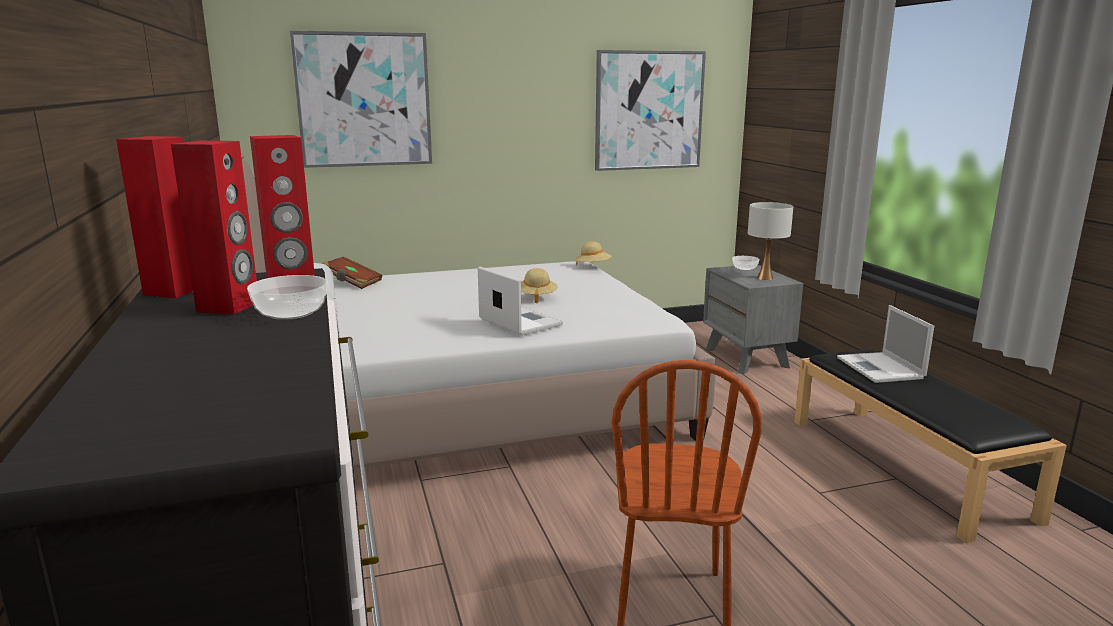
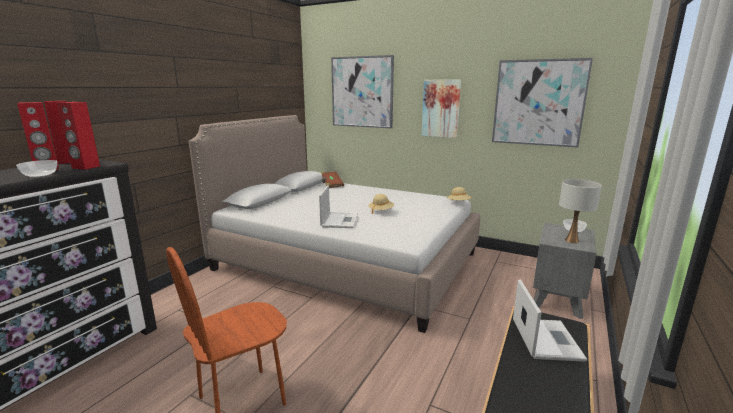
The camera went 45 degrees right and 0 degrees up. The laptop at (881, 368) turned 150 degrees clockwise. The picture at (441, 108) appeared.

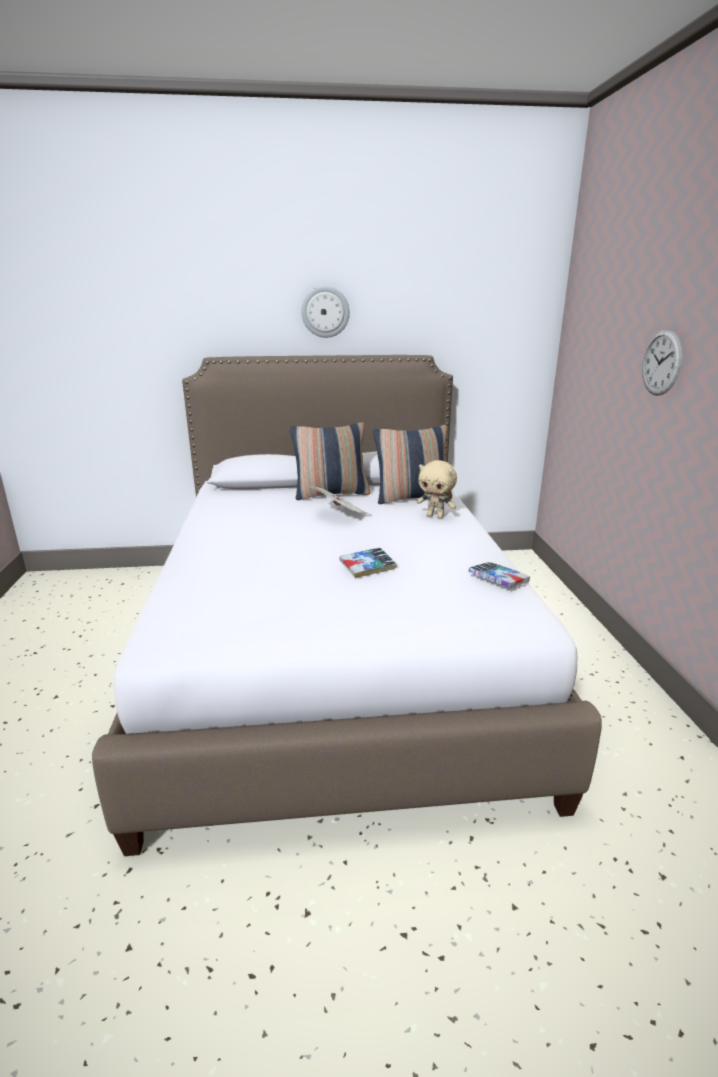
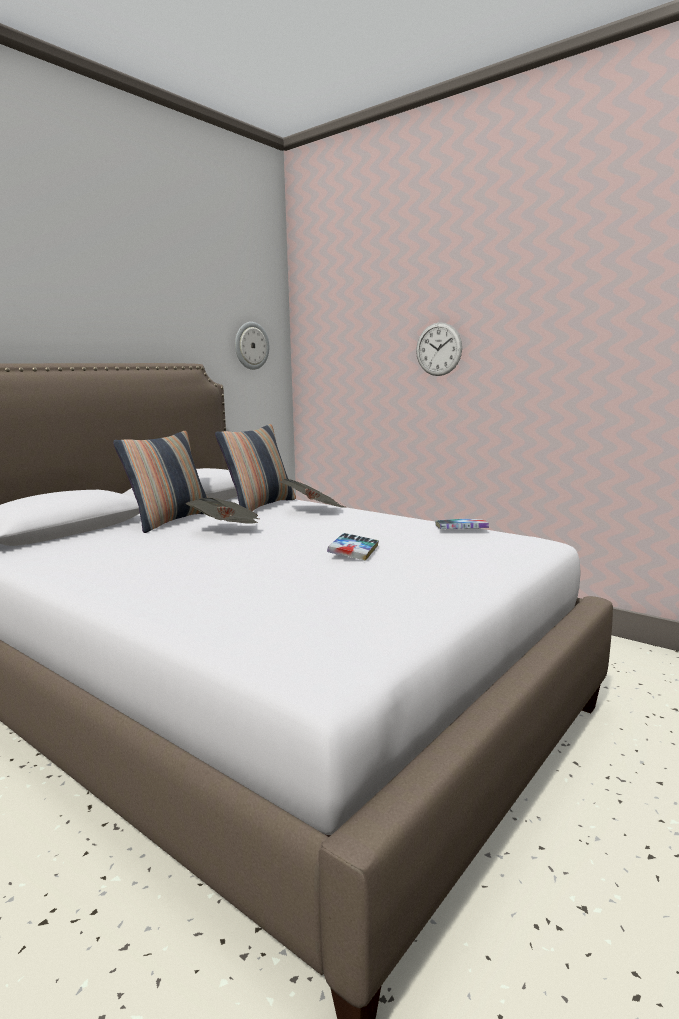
The camera went 45 degrees left and 10 degrees down. The wall clock moved from (325, 312) to (251, 346). The beige plush toy at (435, 516) was replaced by the newspaper at (314, 511).

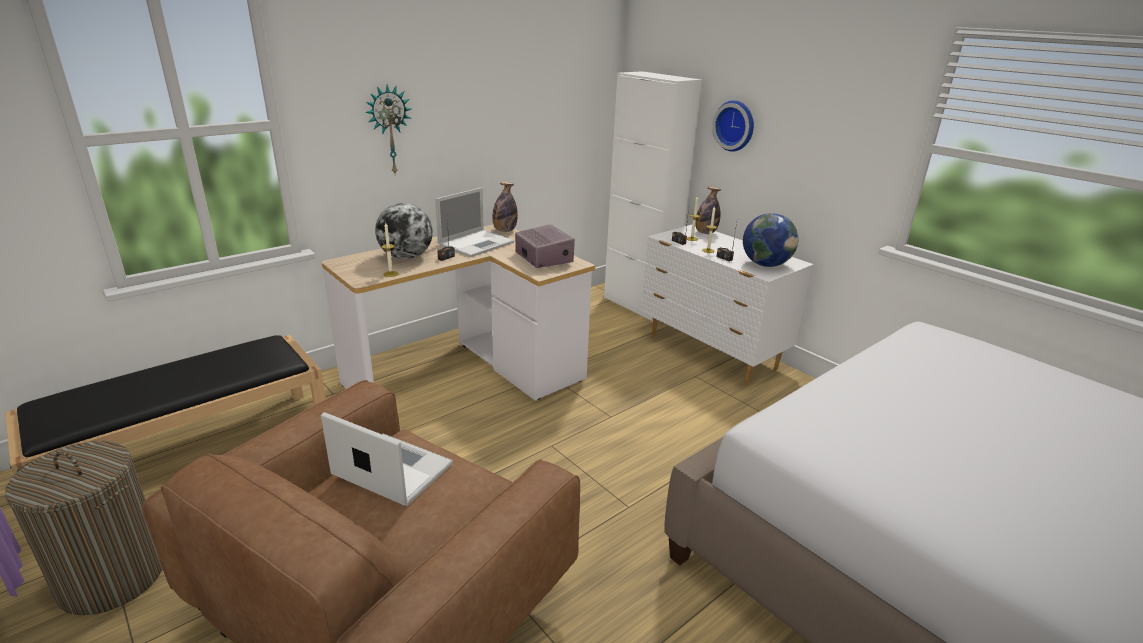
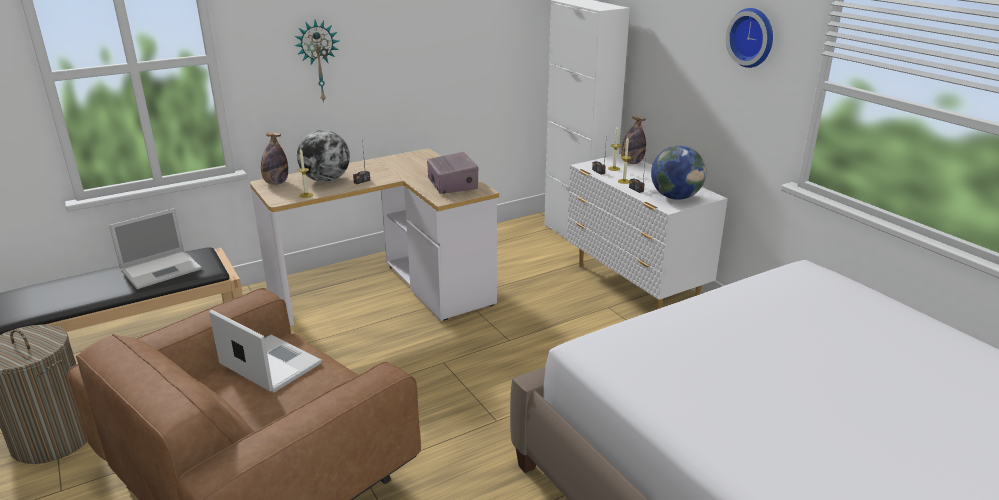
The camera went 10 degrees right and 0 degrees up. The wall clock moved from (735, 125) to (753, 37). The bottle moved from (504, 230) to (276, 183). The laptop moved from (477, 243) to (162, 269).

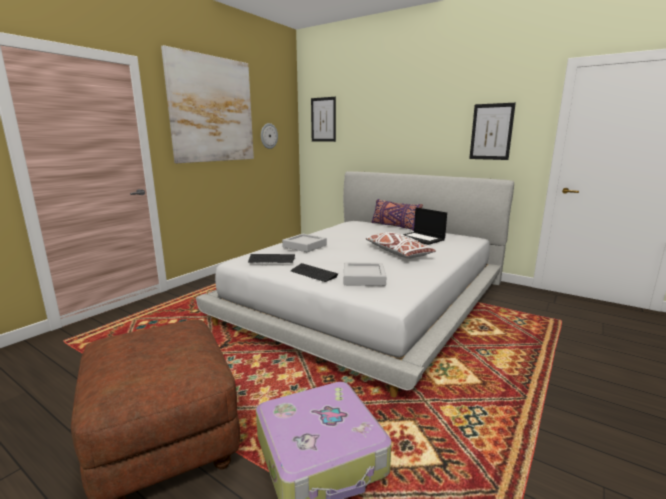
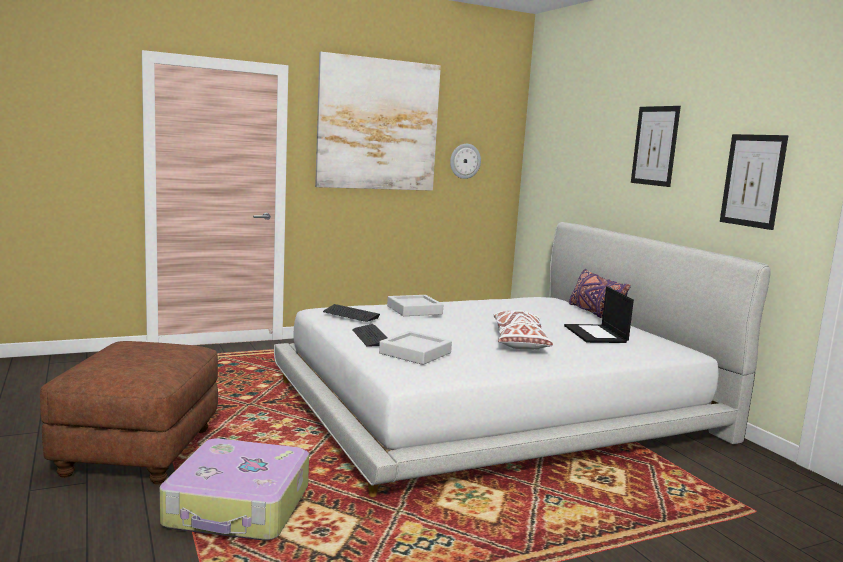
The camera went 30 degrees right and 5 degrees down. The picture moved from (323, 119) to (655, 146).

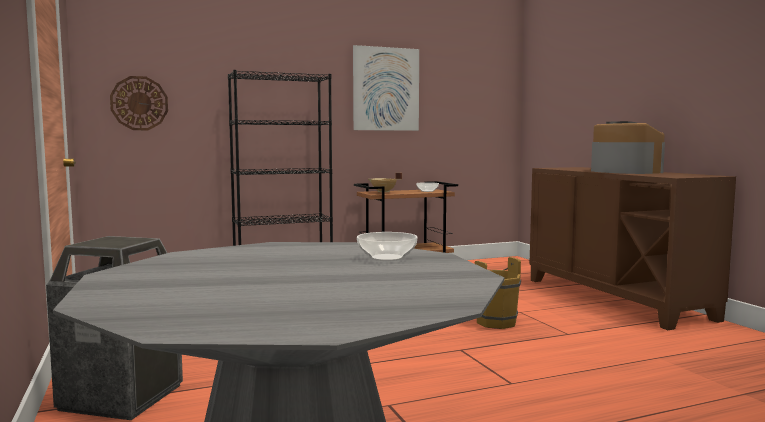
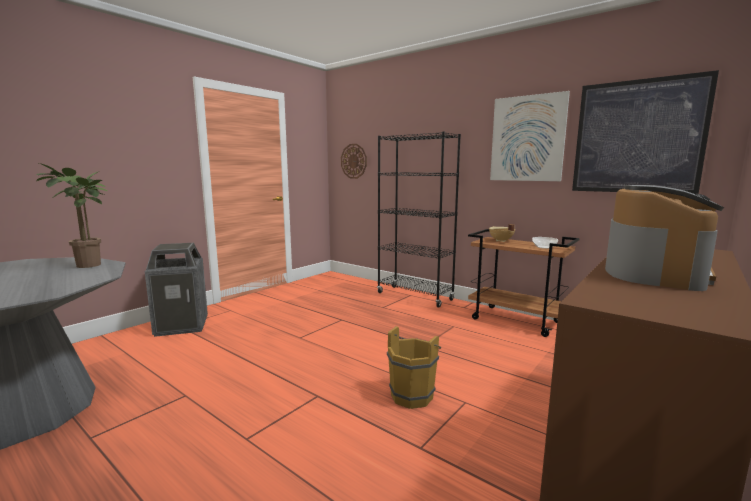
The camera went 60 degrees right and 5 degrees up. The bowl at (387, 258) disappeared. The picture at (637, 137) appeared. The potted plant at (88, 266) appeared.

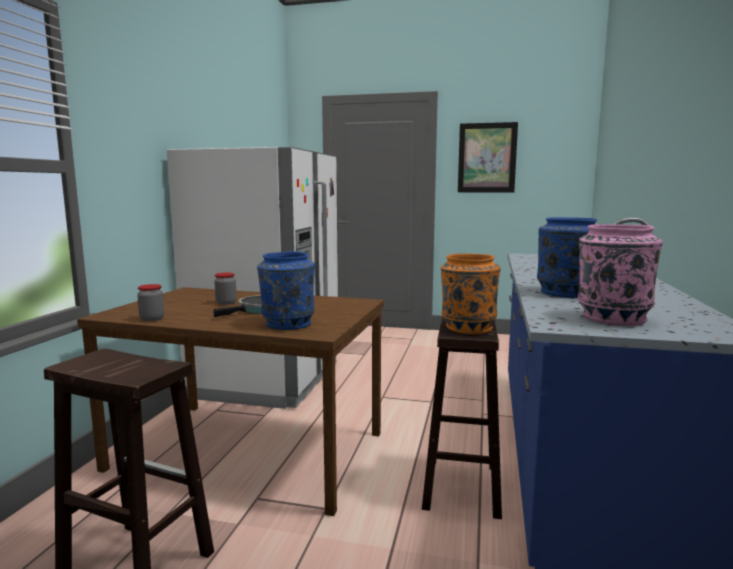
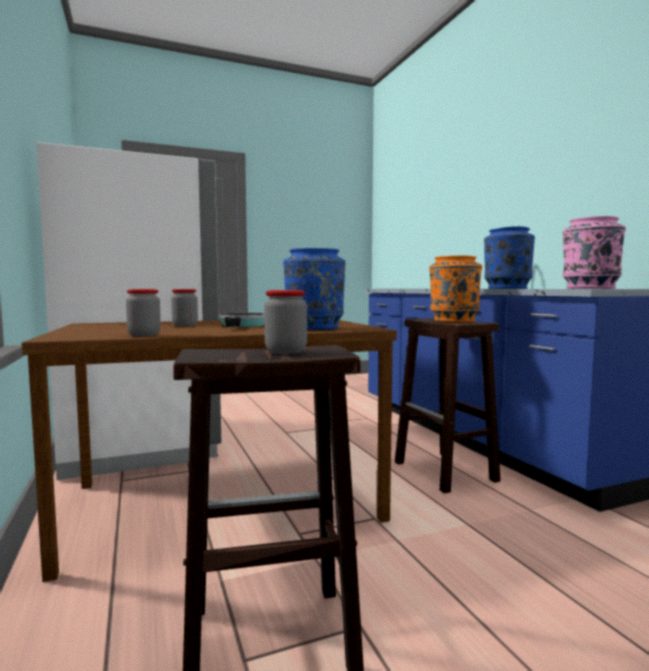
The camera went 35 degrees left and 5 degrees down. The picture at (487, 158) disappeared. The jar at (286, 351) appeared.

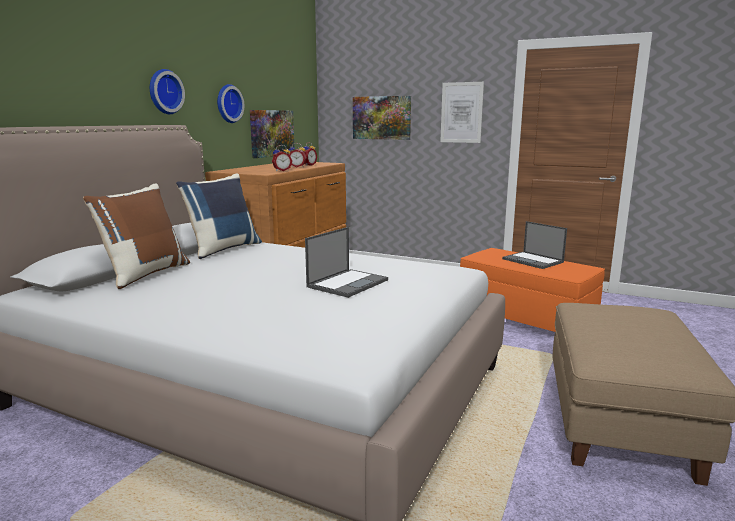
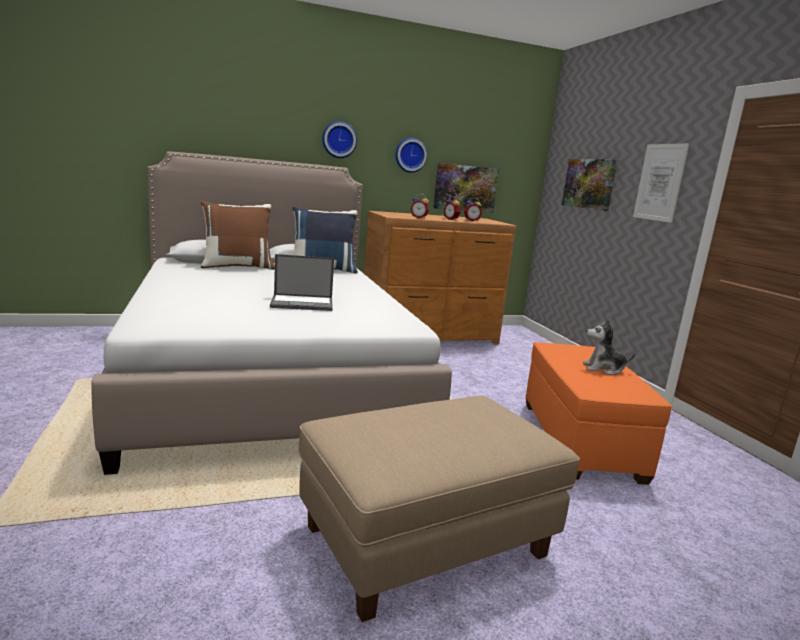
The camera went 45 degrees right and 0 degrees up. The laptop at (533, 261) was replaced by the plush toy at (603, 369).

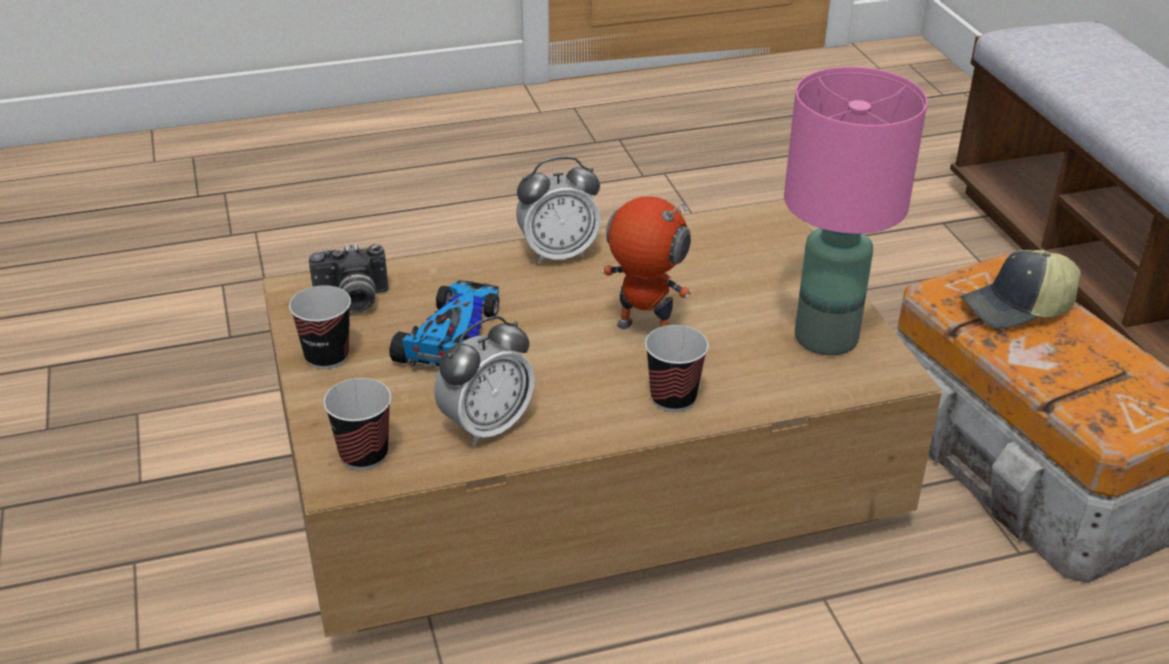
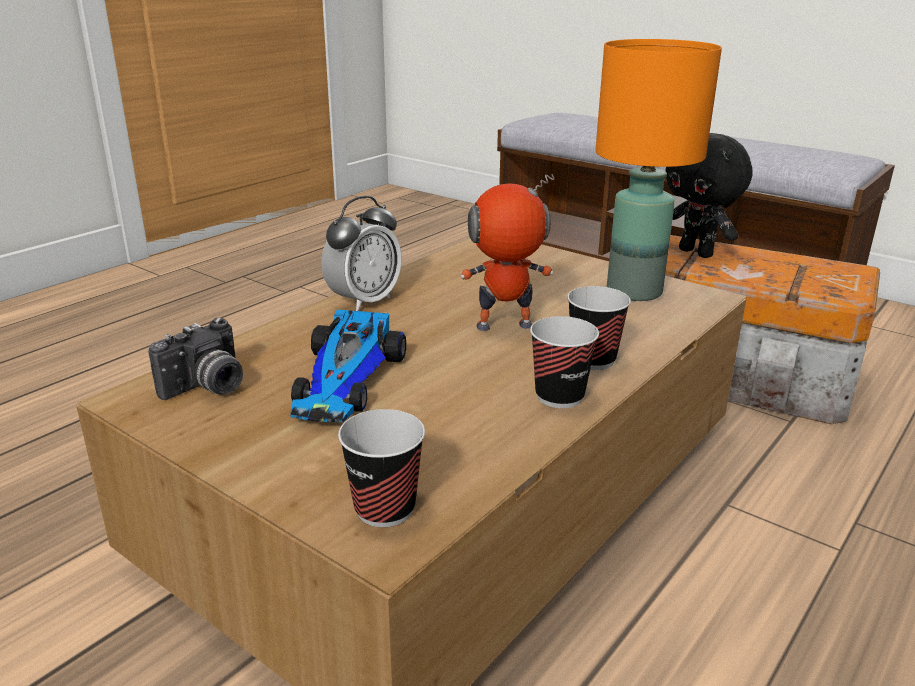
The camera went 35 degrees left and 10 degrees down. The pink table lamp at (828, 338) became the orange table lamp at (635, 291). The cap at (1018, 308) was replaced by the black plush toy at (697, 253). The toy car at (452, 336) turned 150 degrees counterclockwise. The cup moved from (327, 356) to (559, 396). The alarm clock at (486, 426) disappeared.

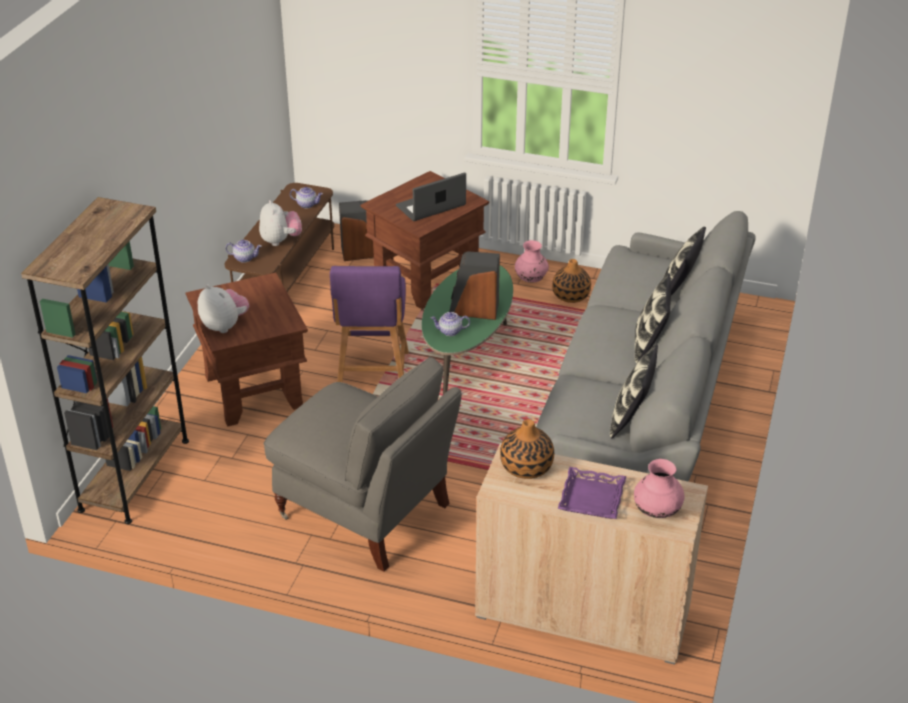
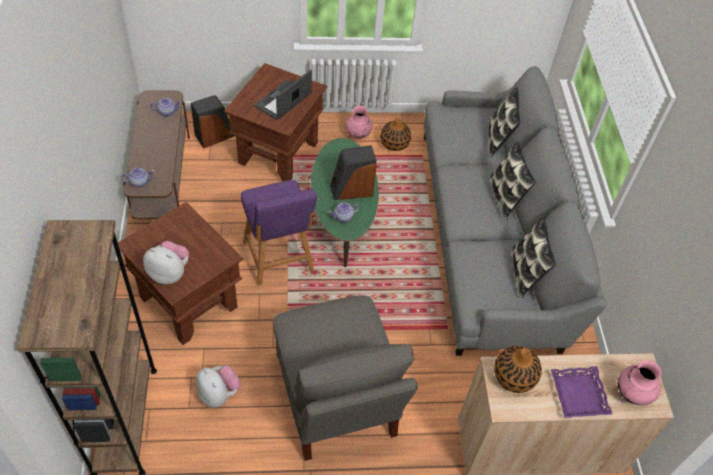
The camera went 25 degrees left and 15 degrees up. The plush toy moved from (280, 241) to (218, 394). The grey armchair at (366, 512) turned 60 degrees clockwise.

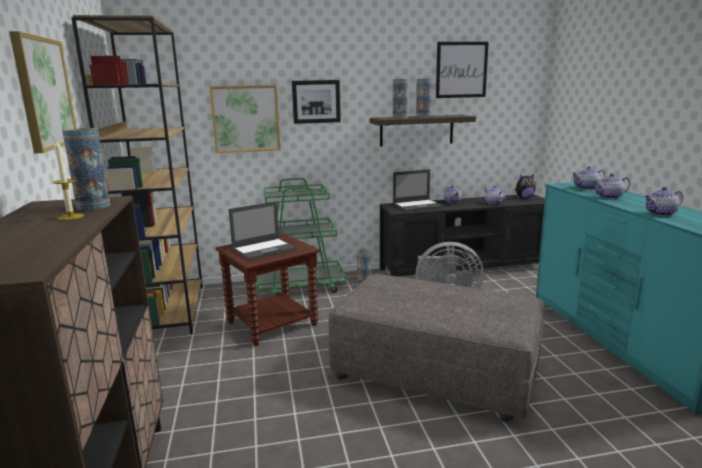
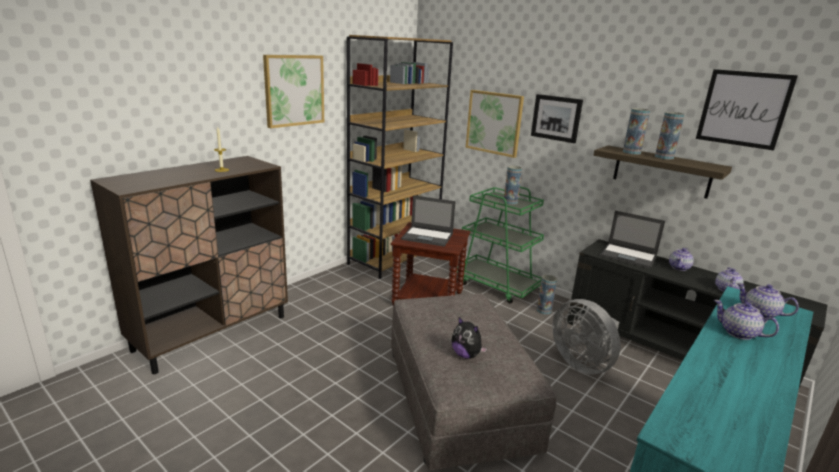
The camera went 50 degrees right and 5 degrees up. The vase moved from (93, 206) to (510, 202). The plush toy moved from (524, 197) to (466, 355). The teapot at (661, 213) disappeared.

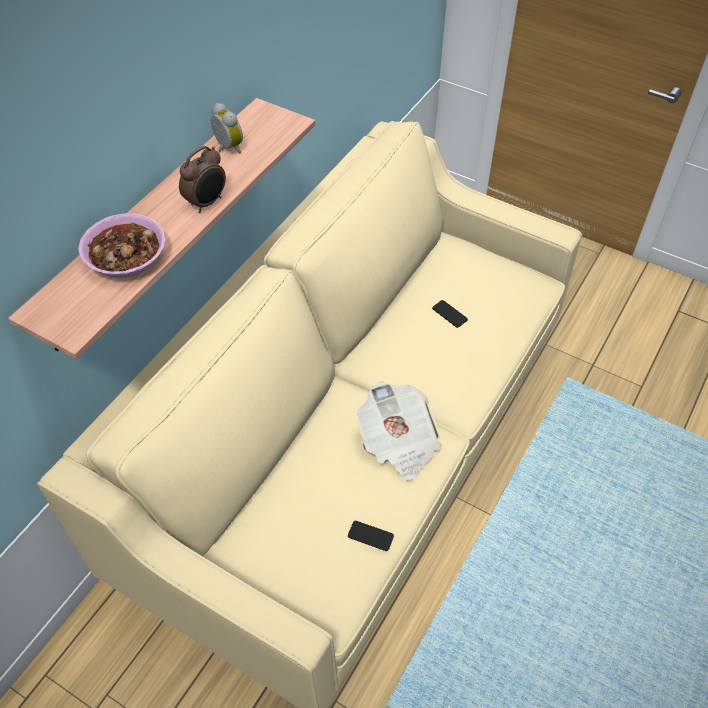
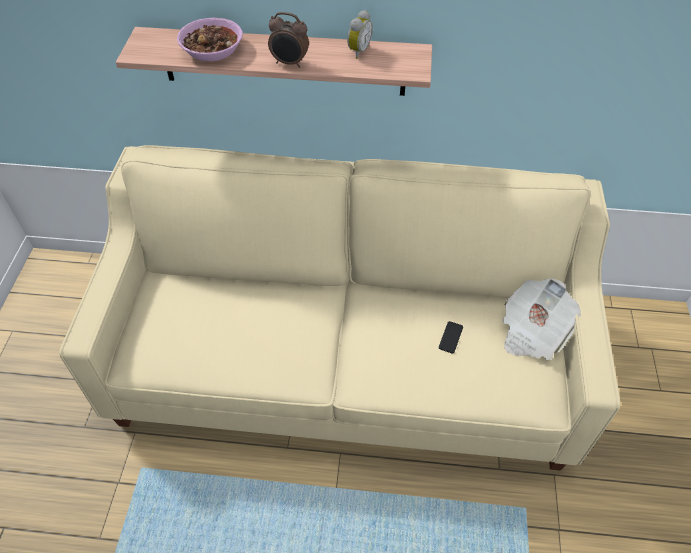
The camera went 65 degrees right and 0 degrees up. The newspaper moved from (398, 443) to (532, 331). The phone at (370, 536) disappeared.

